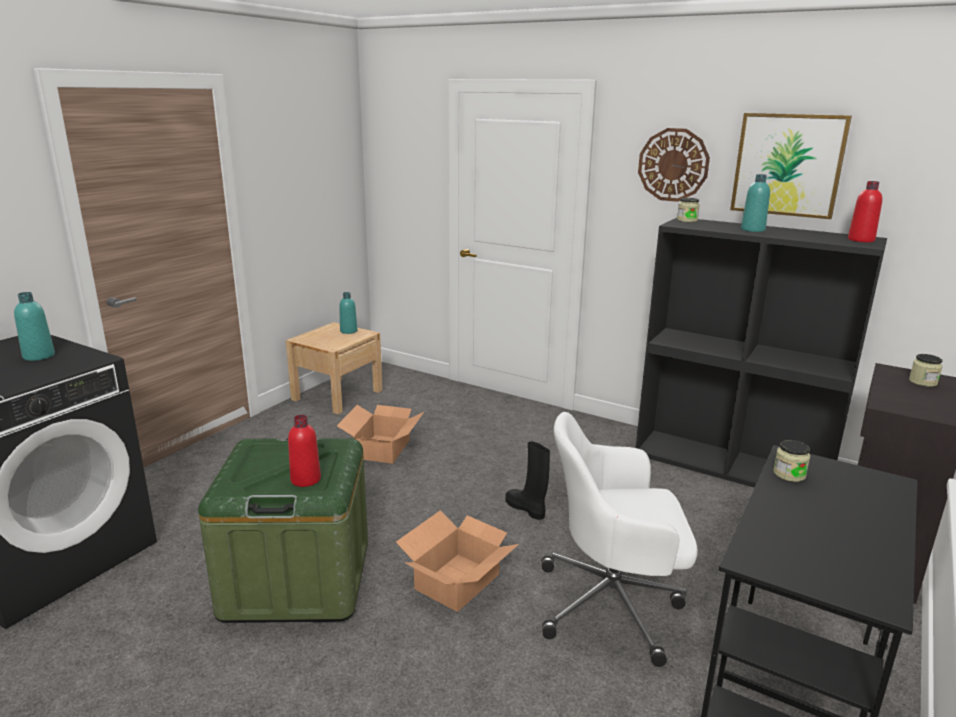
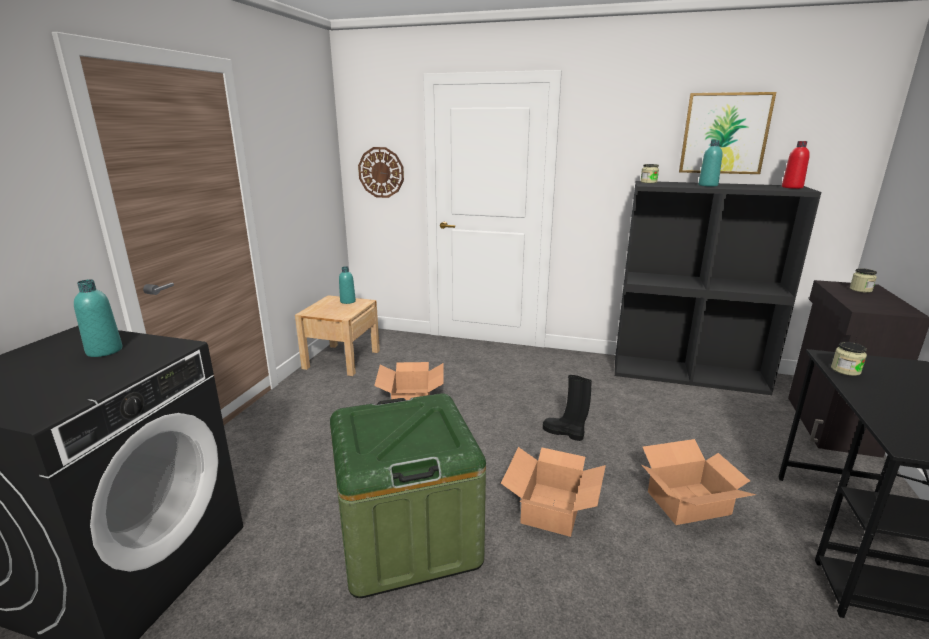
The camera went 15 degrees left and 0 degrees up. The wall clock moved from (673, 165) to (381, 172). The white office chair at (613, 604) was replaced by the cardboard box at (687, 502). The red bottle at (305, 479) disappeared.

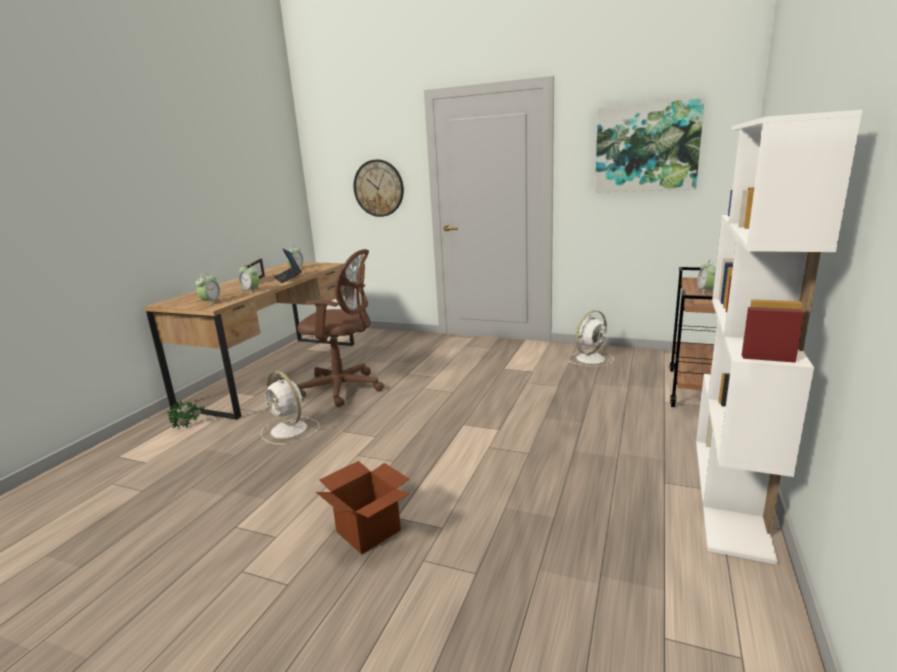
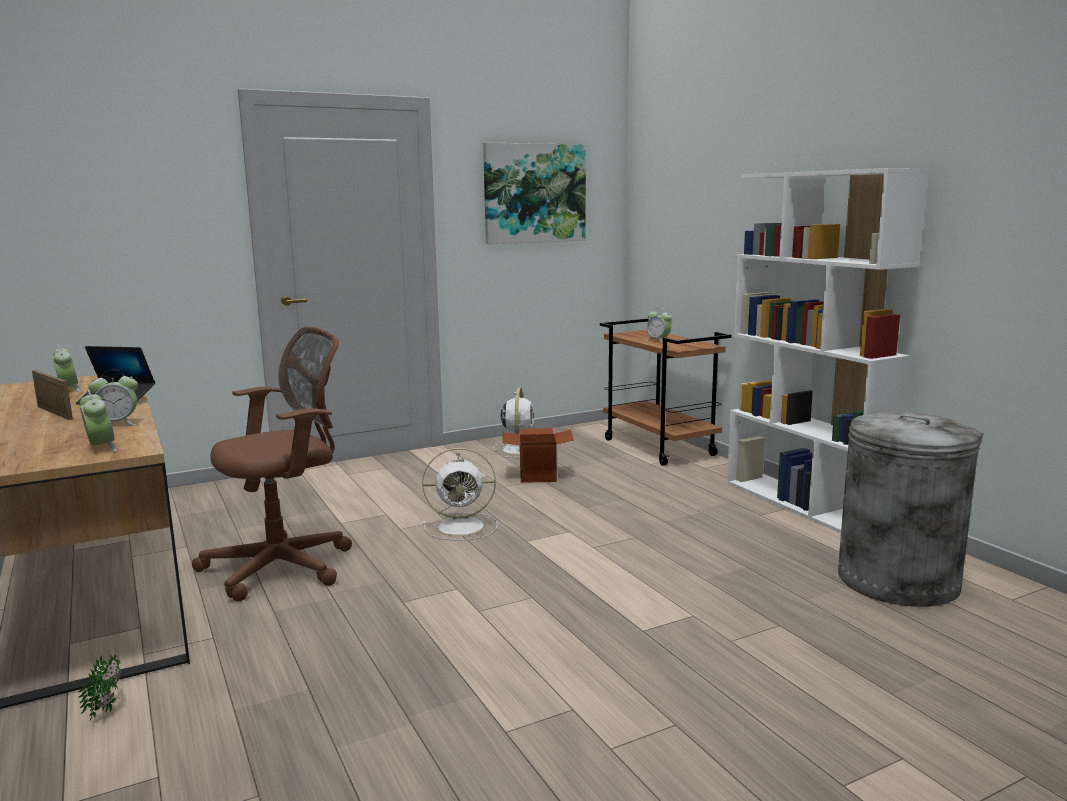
The camera went 50 degrees left and 5 degrees down. The wall clock at (378, 188) disappeared. The white fan moved from (290, 430) to (463, 526). The cardboard box moved from (368, 531) to (538, 476). The grey trash can at (898, 580) appeared.

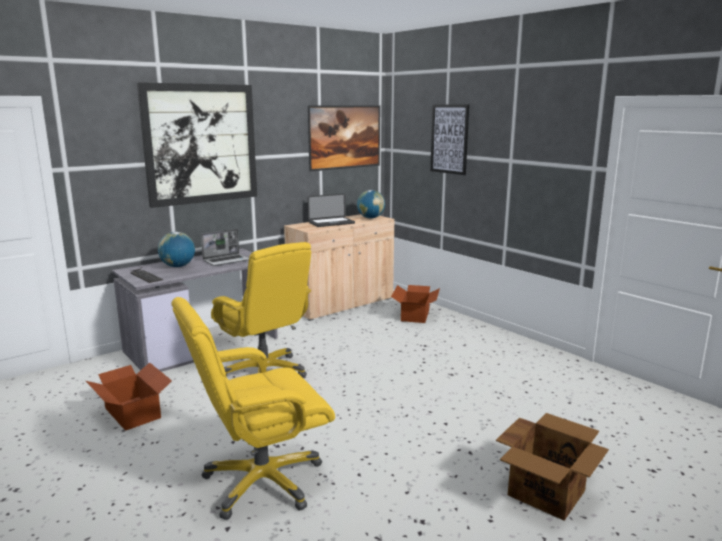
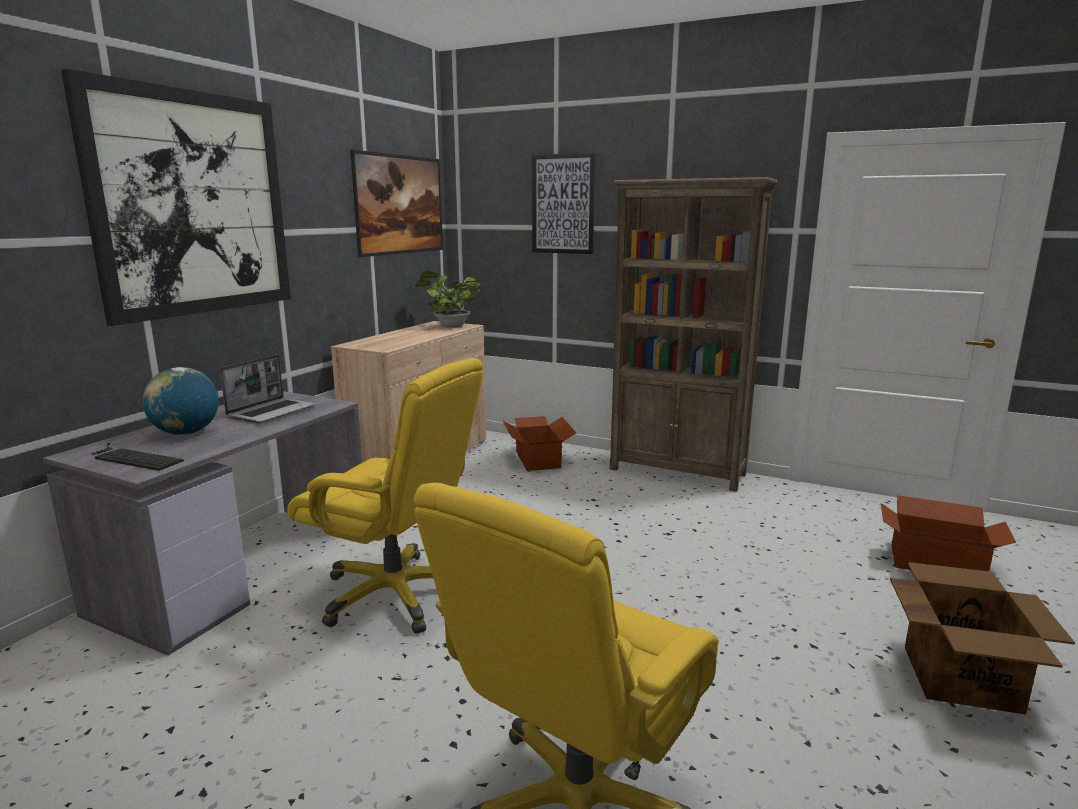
The camera went 25 degrees left and 0 degrees up. The globe at (371, 218) was replaced by the potted plant at (449, 326). The laptop at (331, 223) disappeared. The cardboard box moved from (133, 412) to (935, 563). The brown bookcase at (678, 472) appeared.

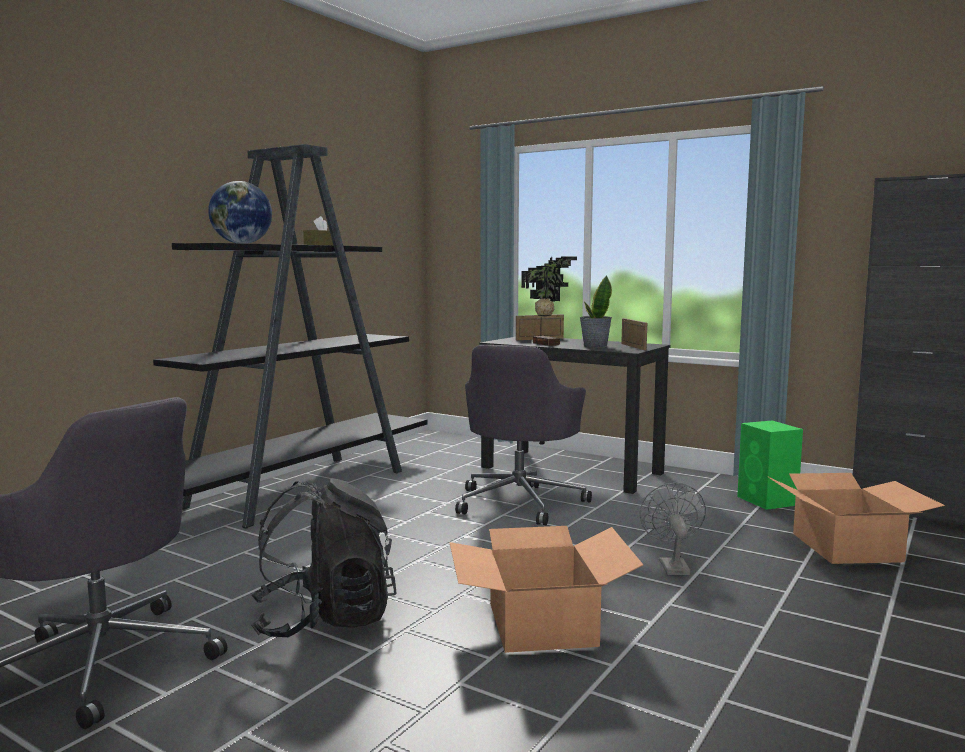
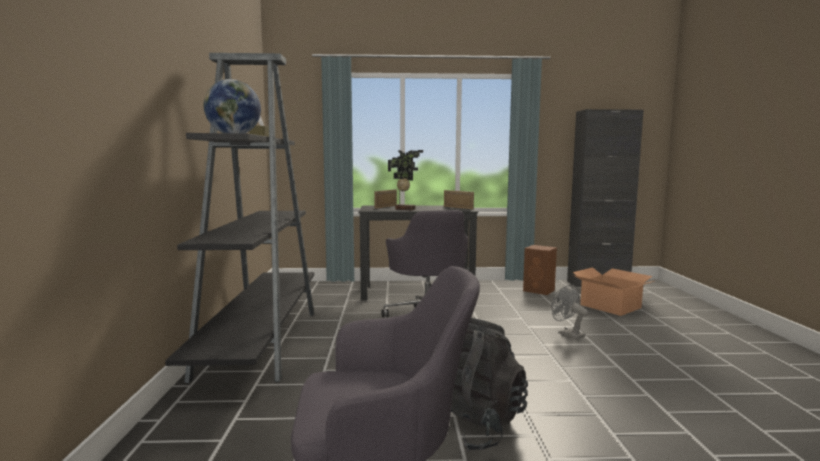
The camera went 35 degrees left and 0 degrees up. The potted plant at (595, 346) disappeared. The green speaker at (768, 501) became the brown speaker at (539, 290). The cardboard box at (540, 624) disappeared.

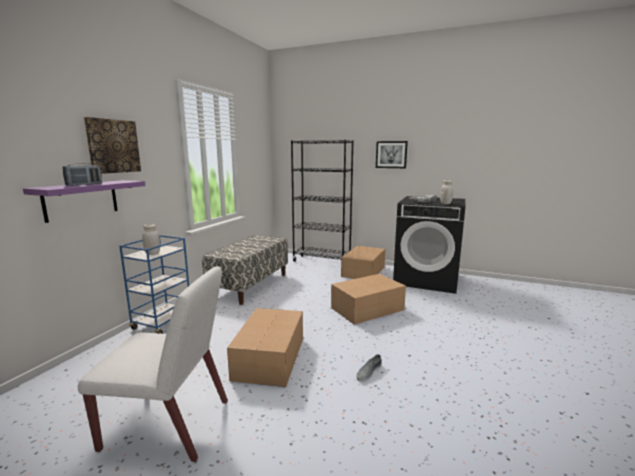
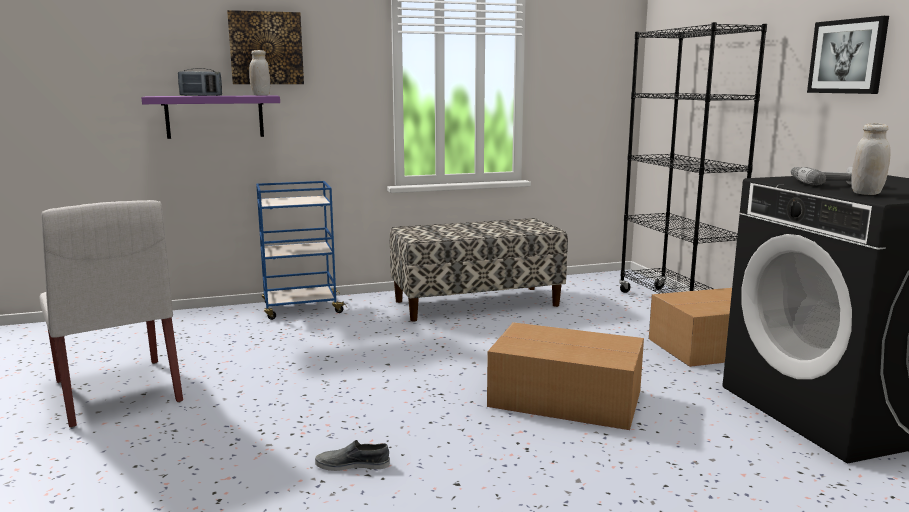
The camera went 50 degrees right and 0 degrees up. The white jar moved from (152, 254) to (261, 95). The cardboard box at (270, 357) disappeared.

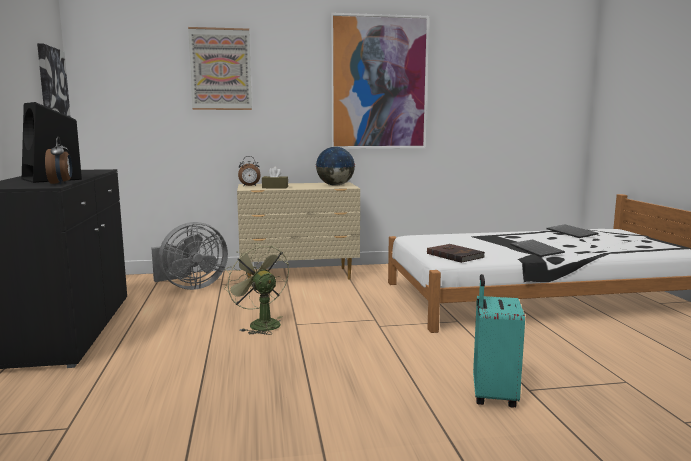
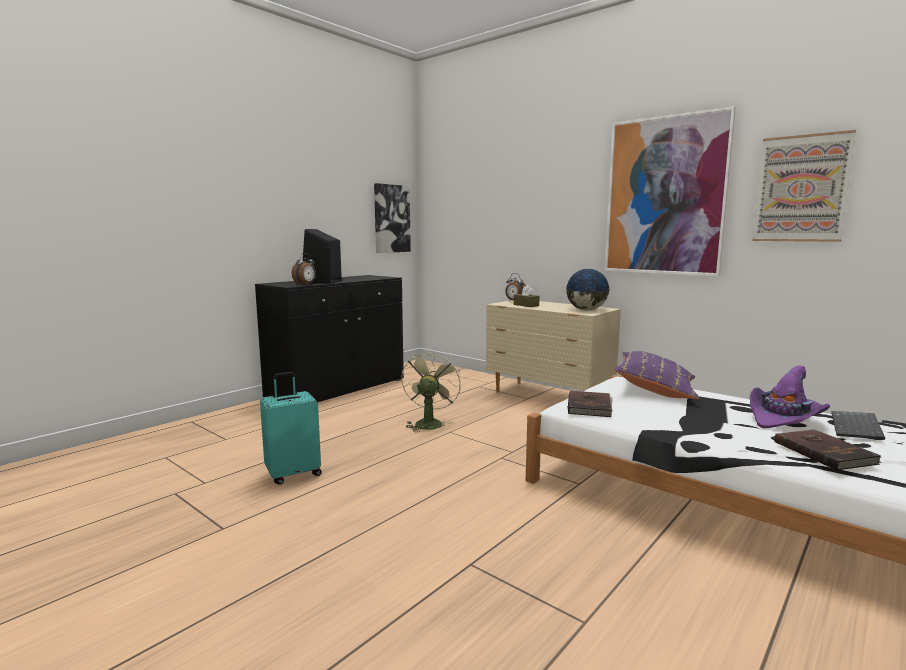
The camera went 50 degrees right and 0 degrees up. The picture moved from (220, 69) to (801, 189). The grey fan at (190, 287) disappeared. The keyboard at (537, 250) disappeared. The turquoise suitcase moved from (492, 395) to (293, 474). The purple pillow at (655, 390) appeared. The purple hat at (784, 419) appeared. The brown book at (824, 452) appeared.

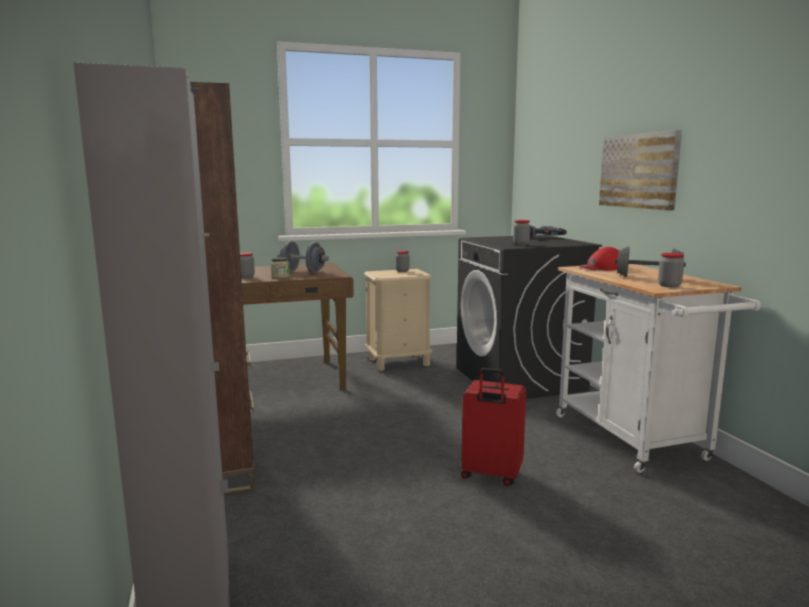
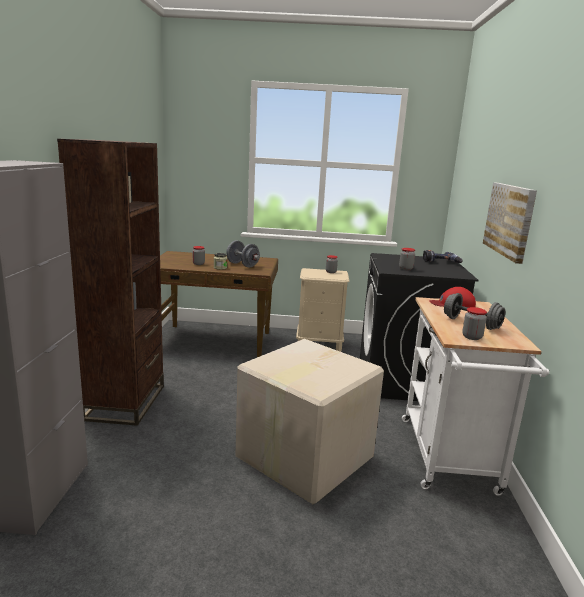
The camera went 20 degrees right and 5 degrees up. The red suitcase at (491, 475) was replaced by the cardboard box at (302, 457).

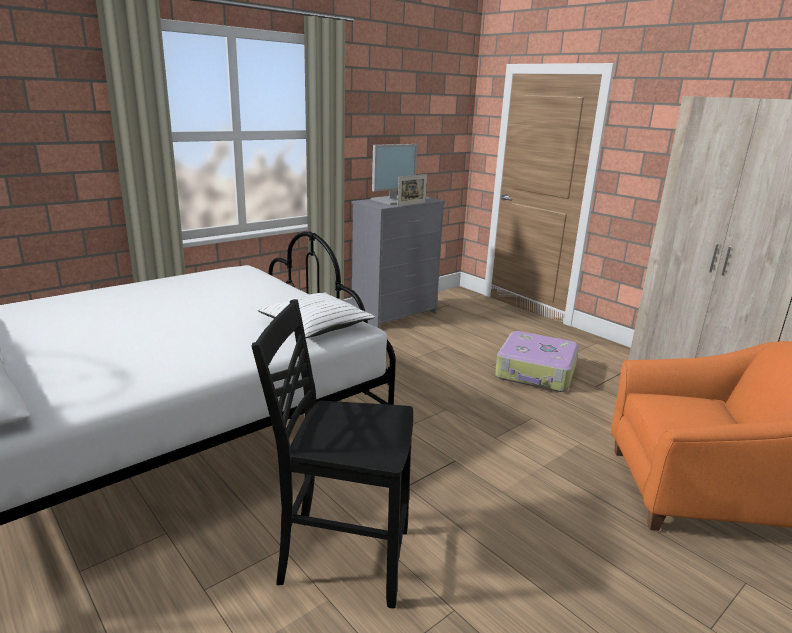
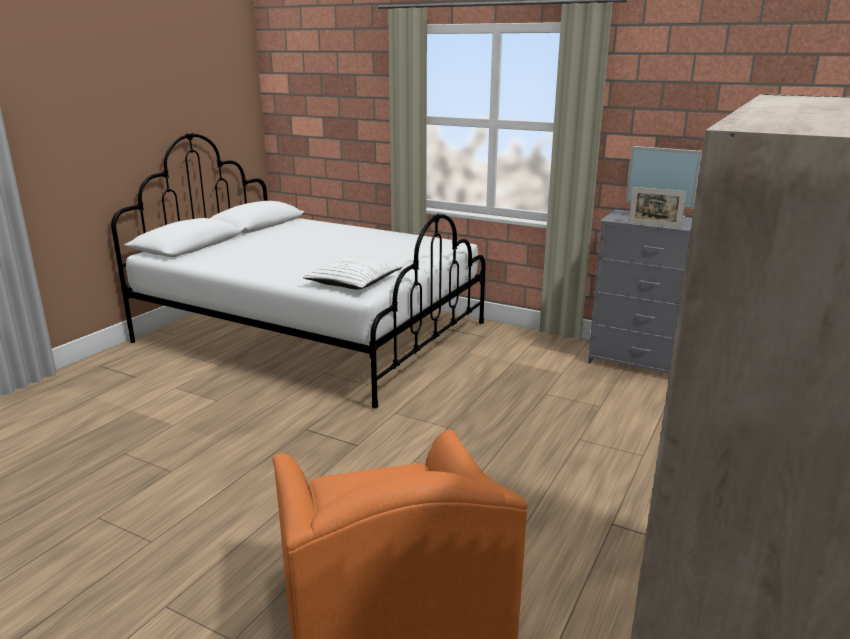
The camera went 70 degrees right and 0 degrees up. The black chair at (342, 557) disappeared. The suitcase at (536, 372) disappeared.

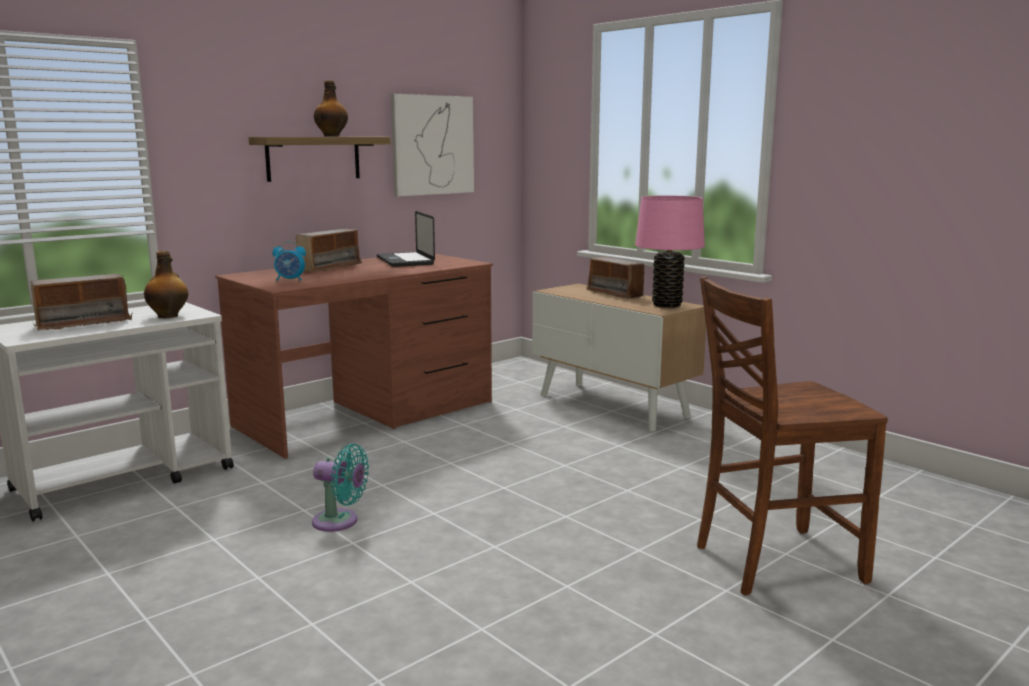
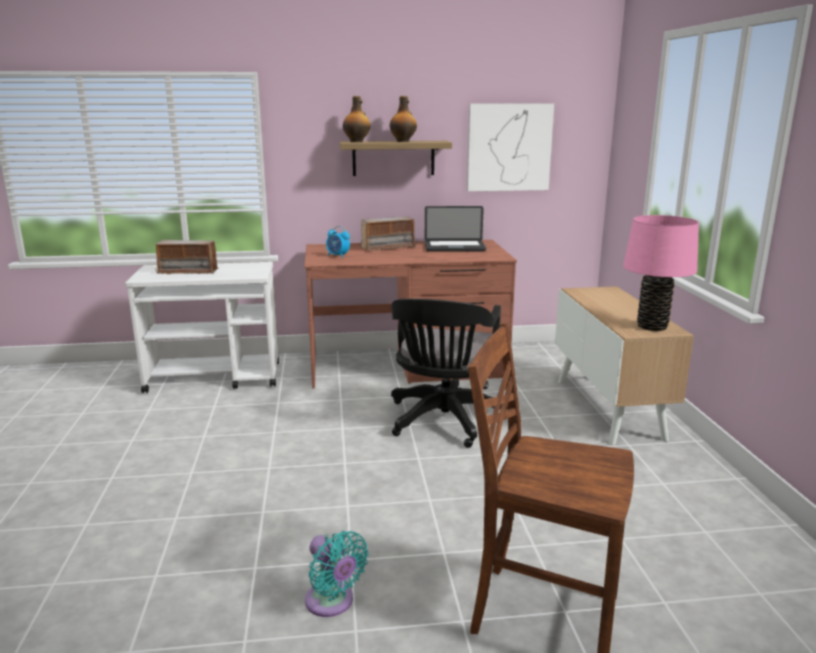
The camera went 35 degrees right and 5 degrees up. The laptop at (405, 261) turned 105 degrees counterclockwise. The bottle moved from (168, 316) to (357, 141). The radio at (615, 294) disappeared. The turquoise fan moved from (339, 522) to (332, 602). The black office chair at (443, 422) appeared.

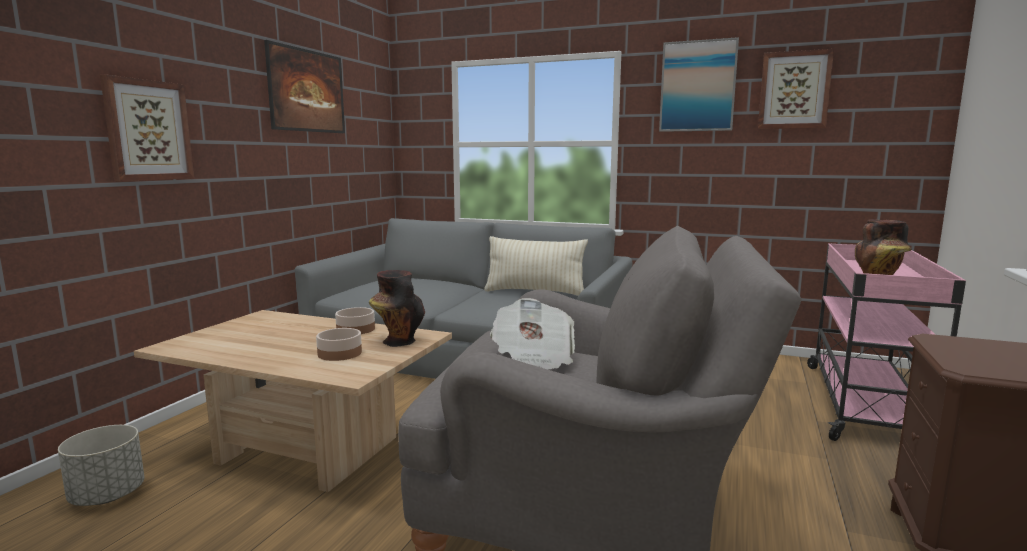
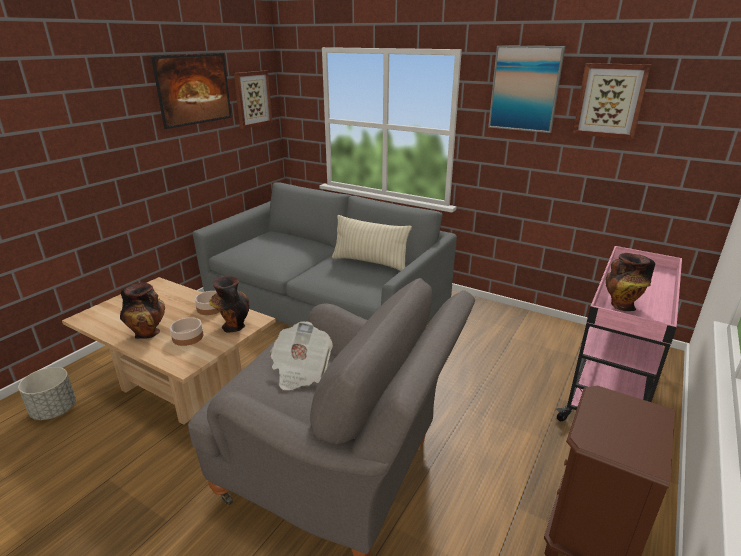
The camera went 10 degrees right and 15 degrees up. The picture moved from (147, 130) to (252, 99). The vase at (148, 333) appeared.

